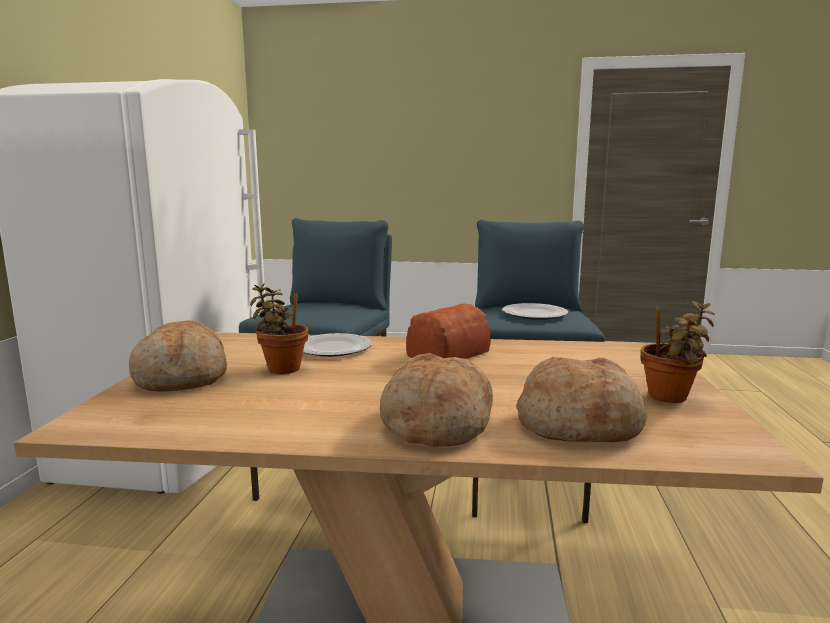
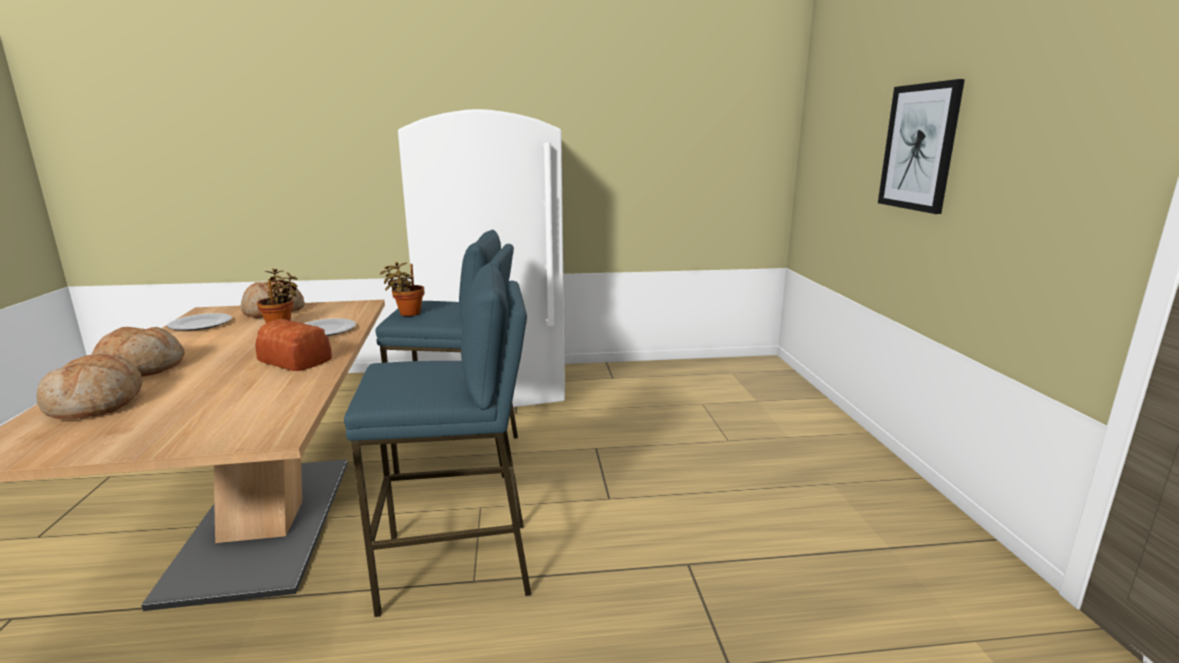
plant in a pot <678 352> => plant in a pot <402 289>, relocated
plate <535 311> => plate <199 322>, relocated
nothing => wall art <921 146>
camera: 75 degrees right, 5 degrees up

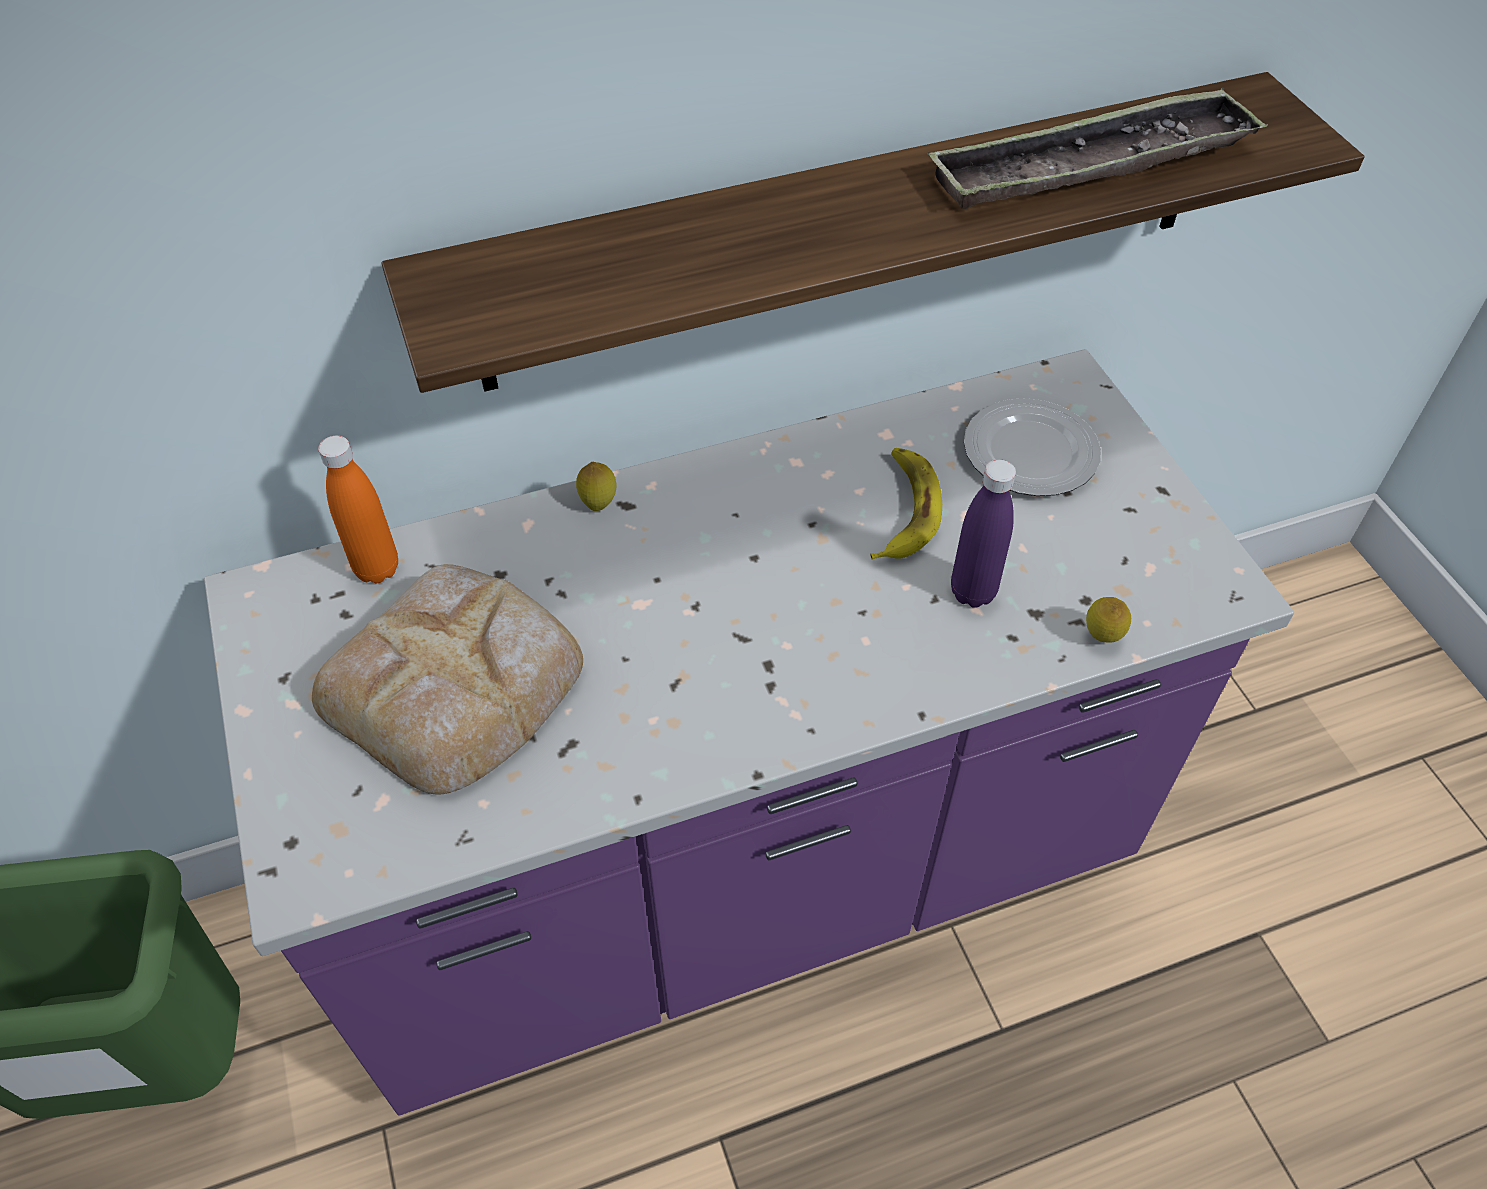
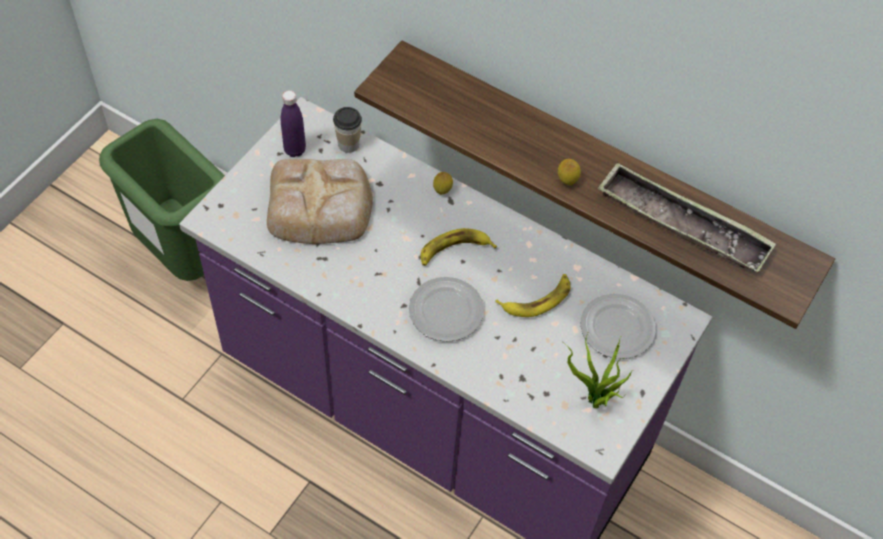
orangey beverage bottle <358 509> => drinking cup <347 130>
purplish beverage bottle <983 533> => purplish beverage bottle <293 123>, relocated
citrus fruit <1108 620> => citrus fruit <569 172>, relocated
nothing => whole banana <459 247>
nothing => plate <446 309>
nothing => plant in a pot <598 369>
camera: 50 degrees right, 5 degrees up

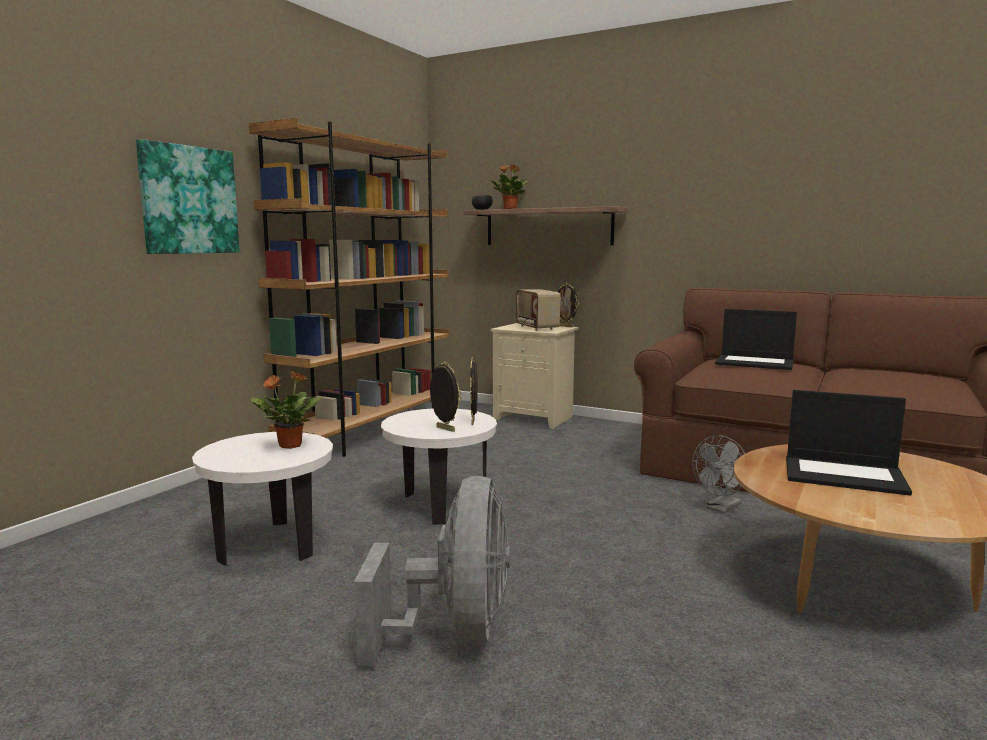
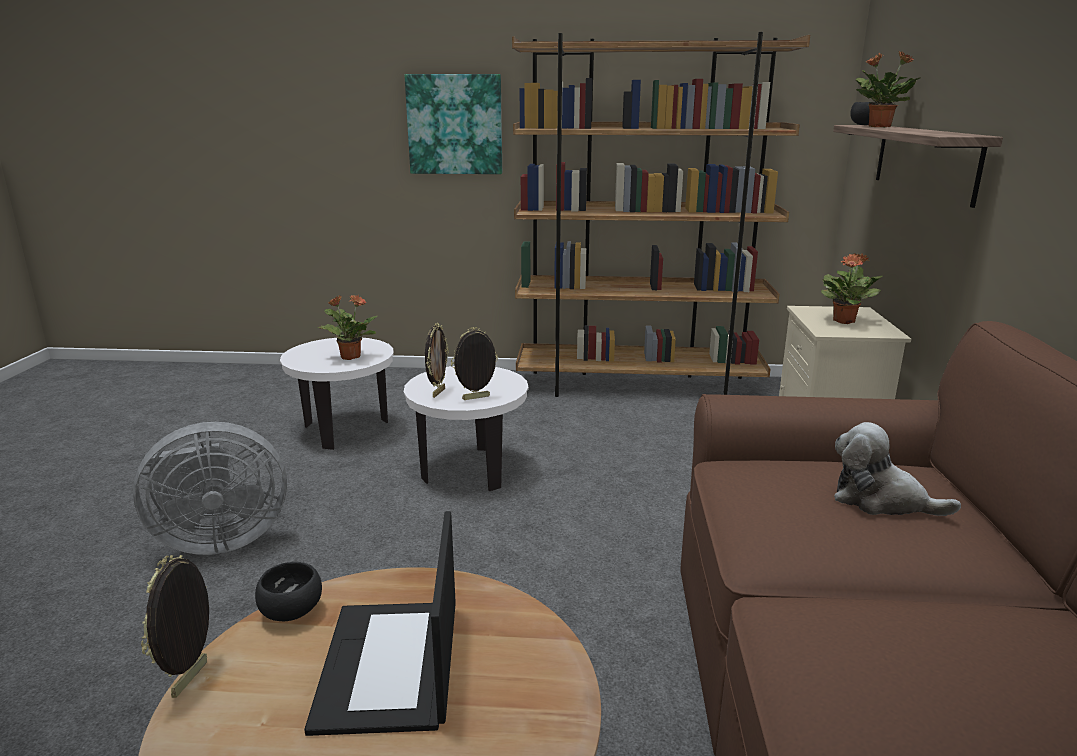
standing frame <568 305> => standing frame <175 626>, relocated
radio set <538 310> => plant in a pot <852 288>
laptop <756 339> => cuddly toy <897 469>
grey fan <718 474> => nothing
nothing => blackish deep dish <288 591>
camera: 65 degrees right, 10 degrees up

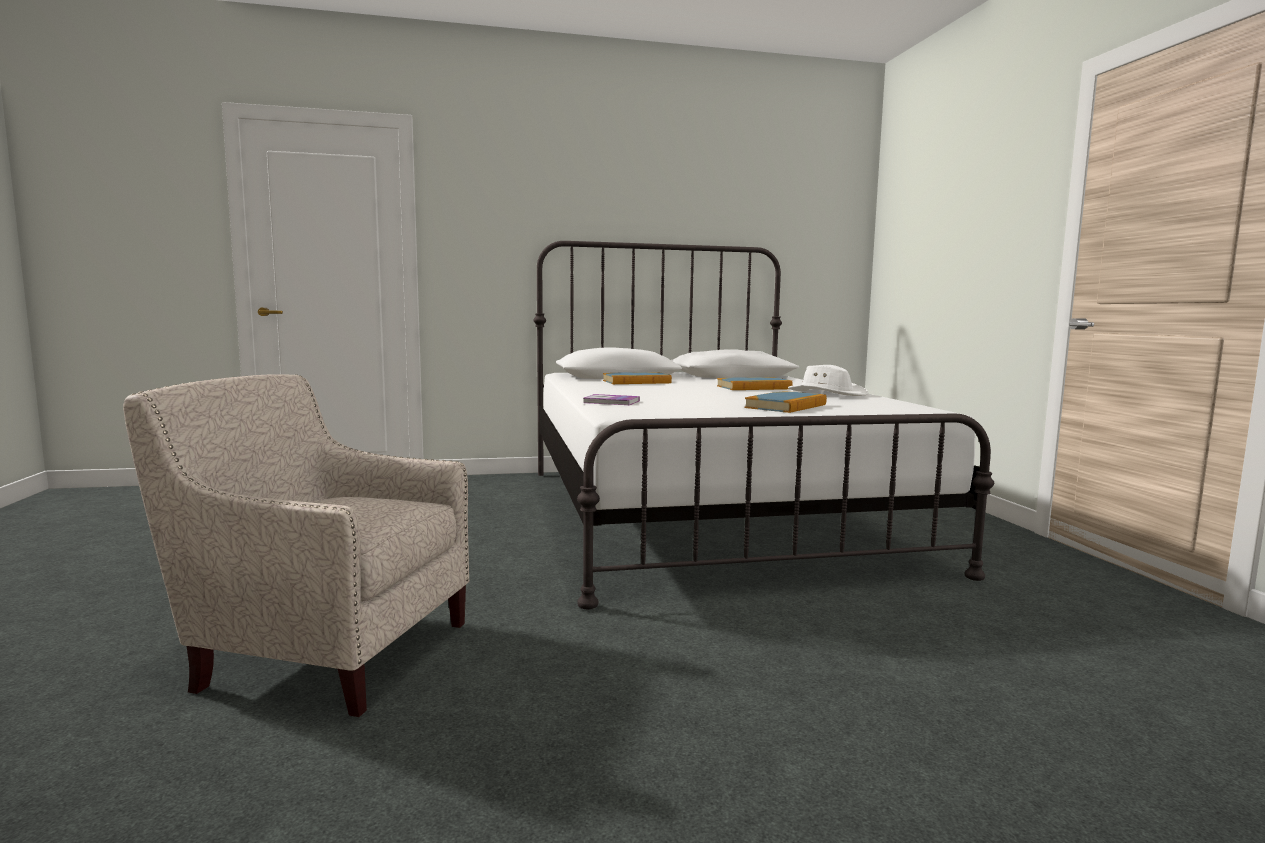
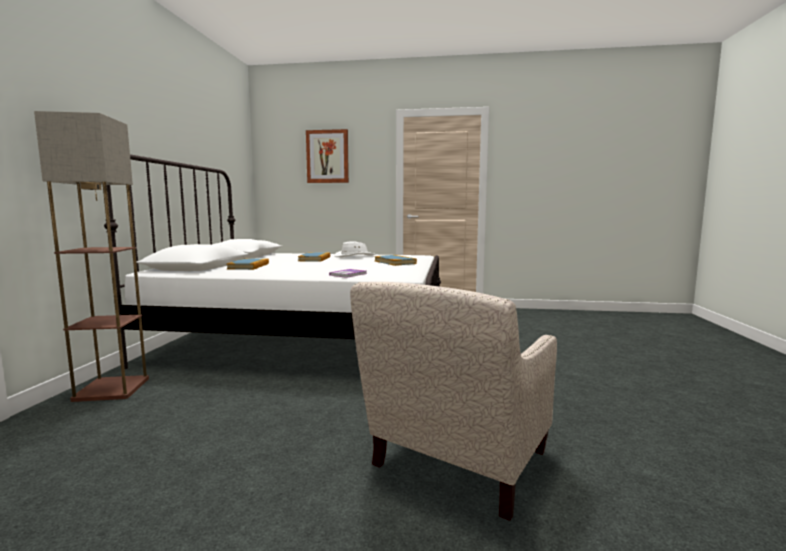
nothing => floor lamp <91 256>
nothing => wall art <327 156>
camera: 70 degrees left, 0 degrees up

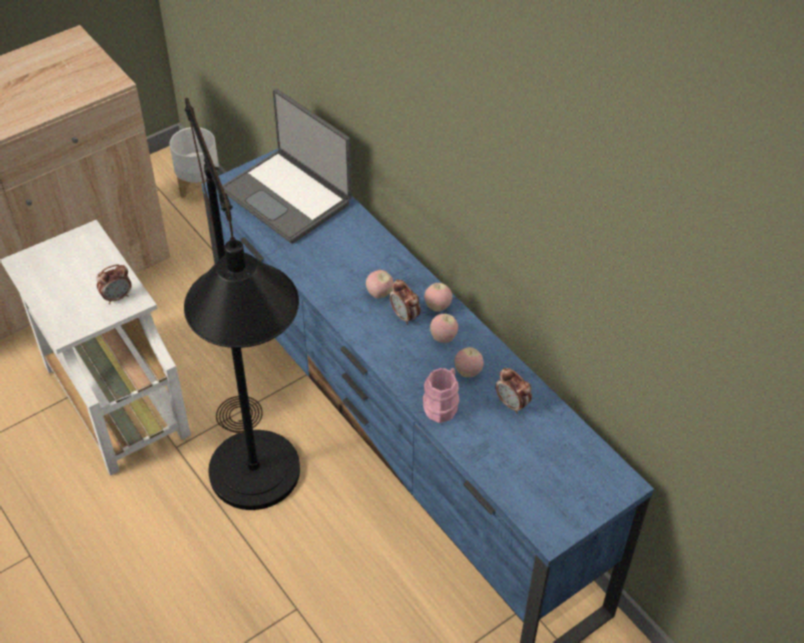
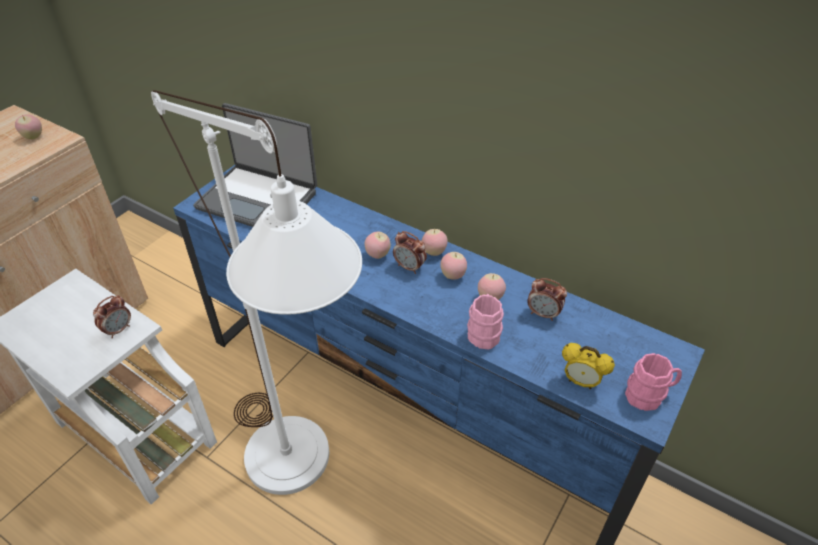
blackish floor lamp <242 303> => whitish floor lamp <256 292>
whitish flower pot <194 162> => nothing
nothing => apple fruit <28 127>
nothing => alarm clock <588 366>
nothing => pinkish mug <653 382>
camera: 20 degrees left, 5 degrees down

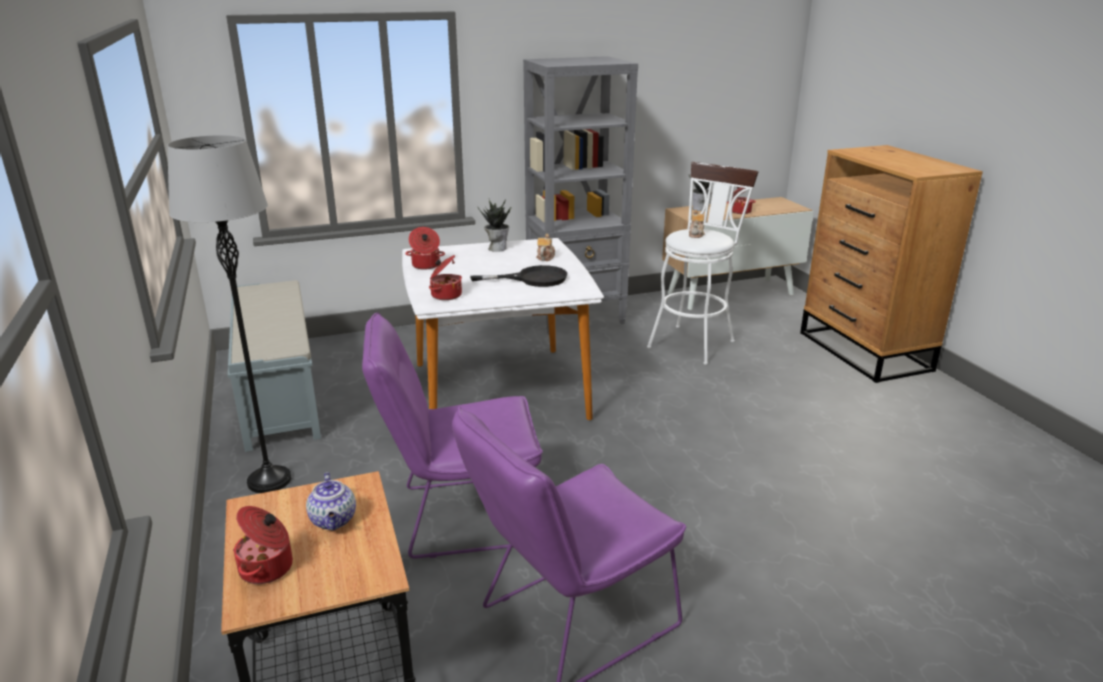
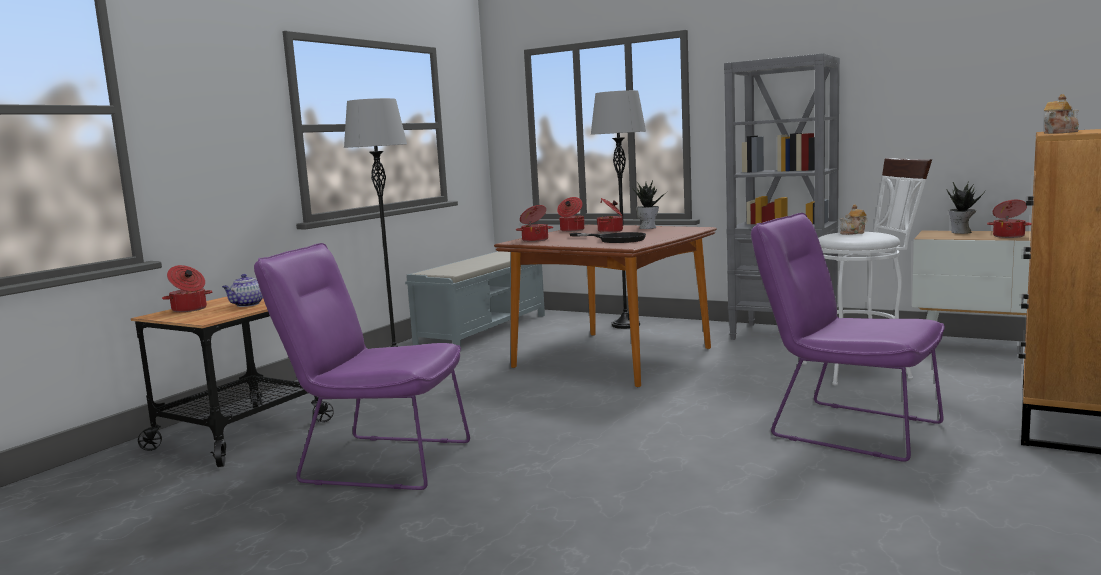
teapot <545 247> => teapot <1061 114>, relocated
whitish dining table <503 329> => brownish dining table <605 306>
purplish upright chair <452 435> => purplish upright chair <848 337>, relocated
nothing => grey floor lamp <618 209>
nothing => cooking pot <610 215>
camera: 50 degrees right, 15 degrees down

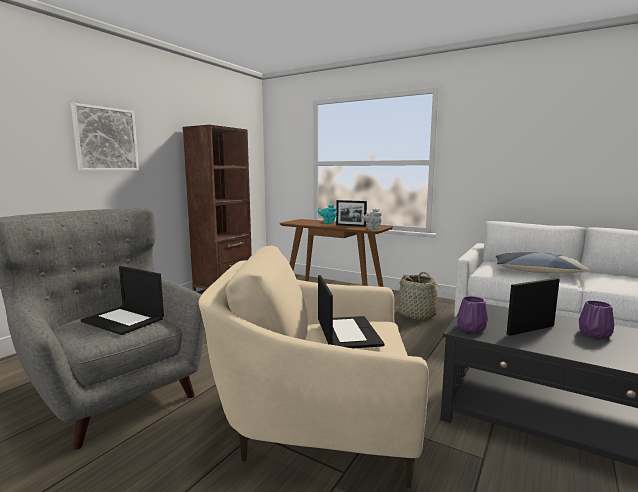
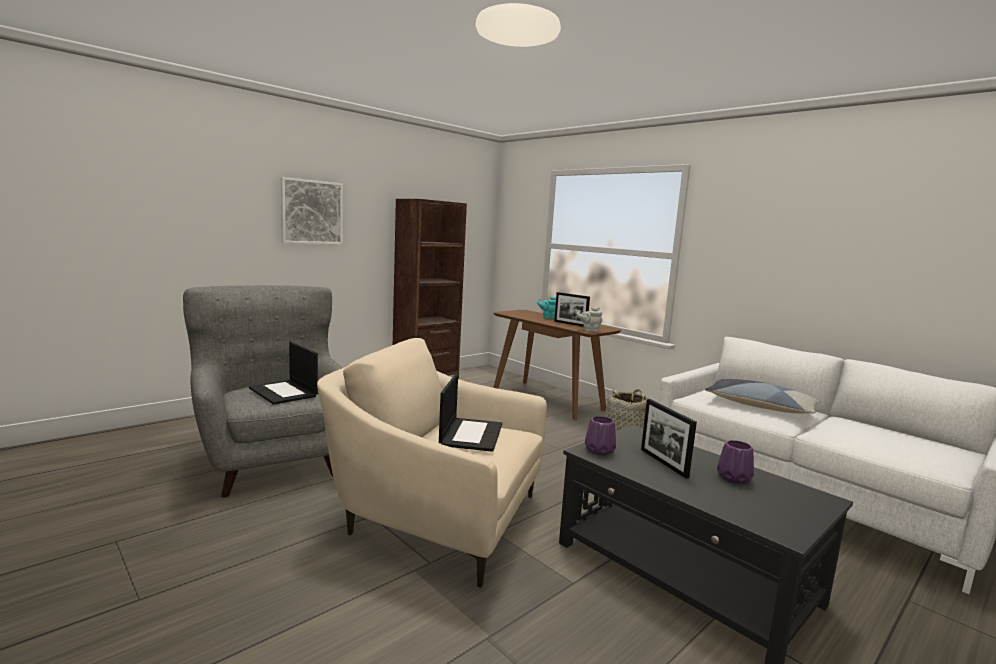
standing frame <533 307> => standing frame <669 438>, 105 degrees counterclockwise
camera: 15 degrees right, 0 degrees up

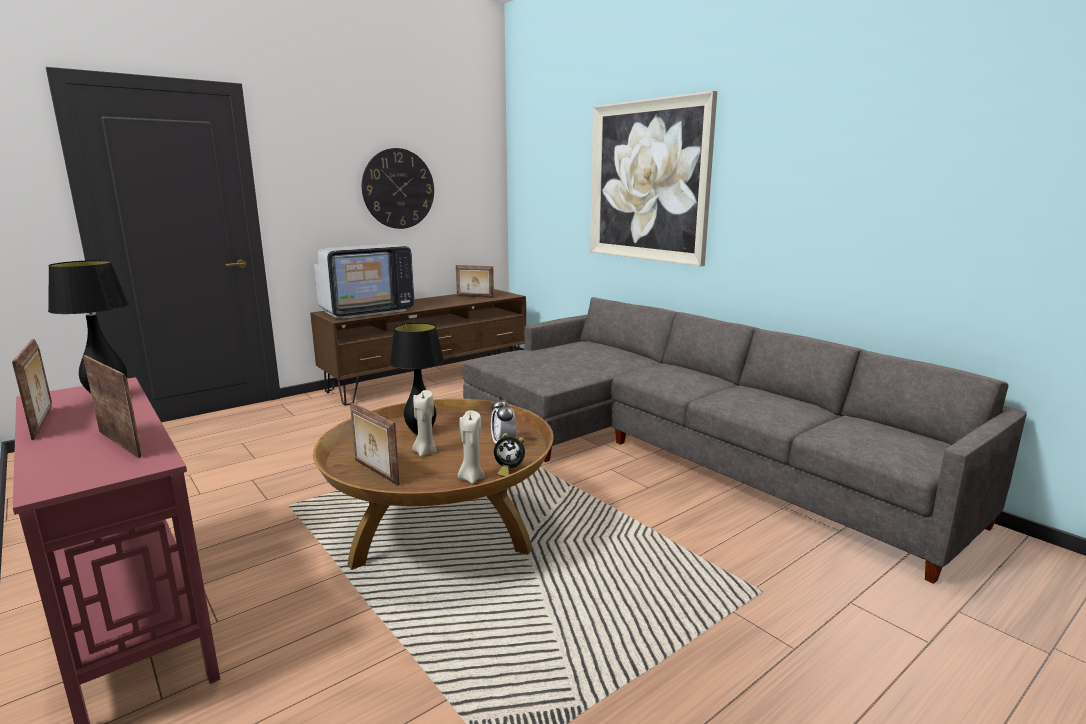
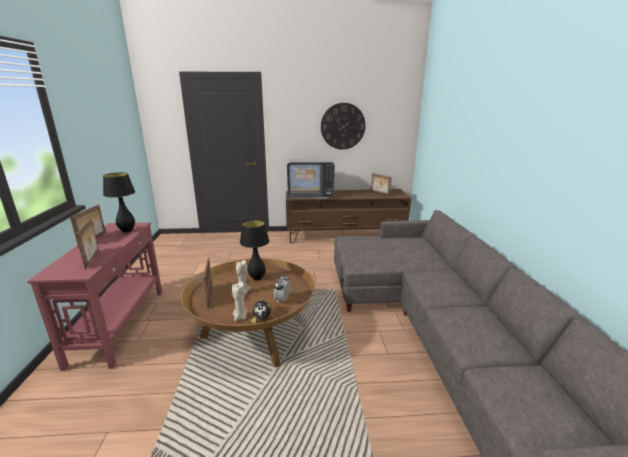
wall art <653 178> => nothing
camera: 35 degrees right, 5 degrees up

